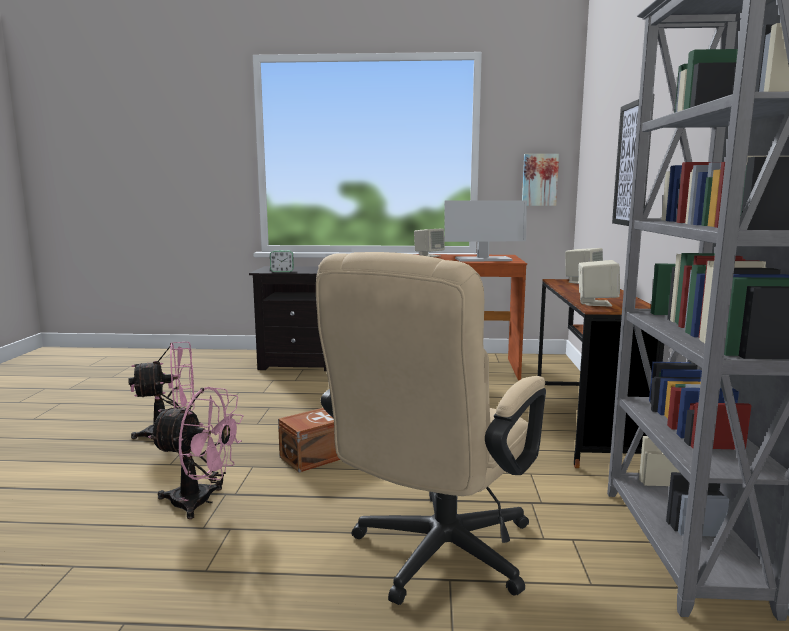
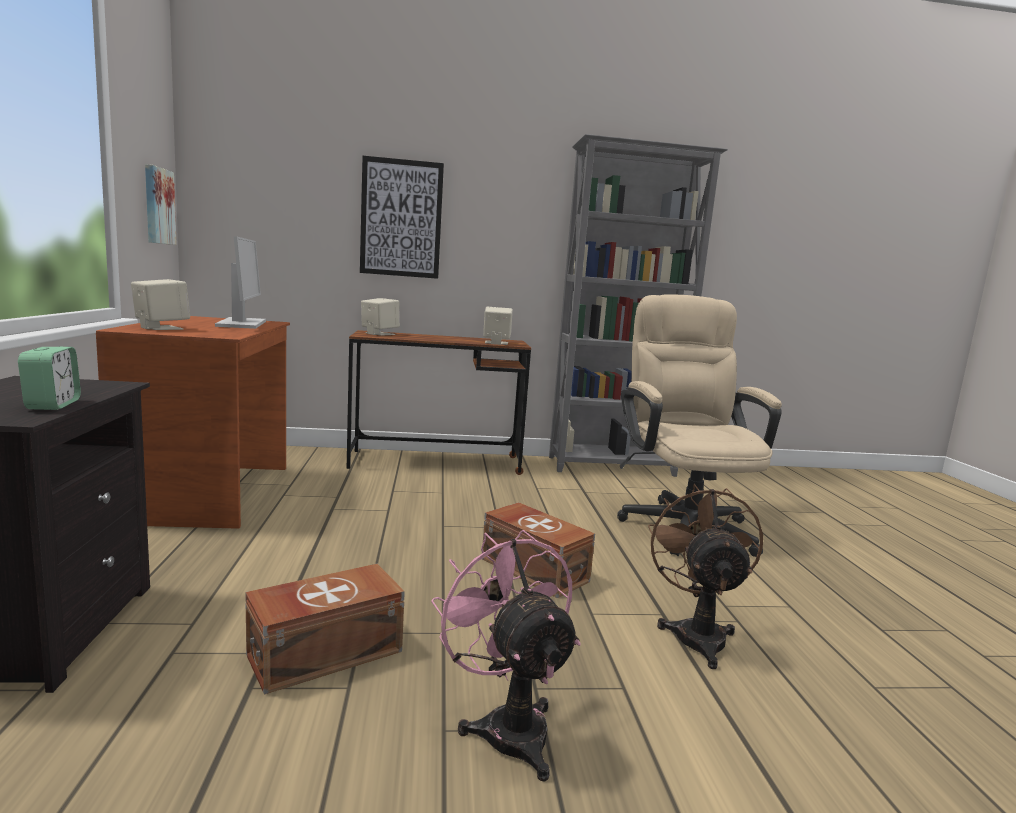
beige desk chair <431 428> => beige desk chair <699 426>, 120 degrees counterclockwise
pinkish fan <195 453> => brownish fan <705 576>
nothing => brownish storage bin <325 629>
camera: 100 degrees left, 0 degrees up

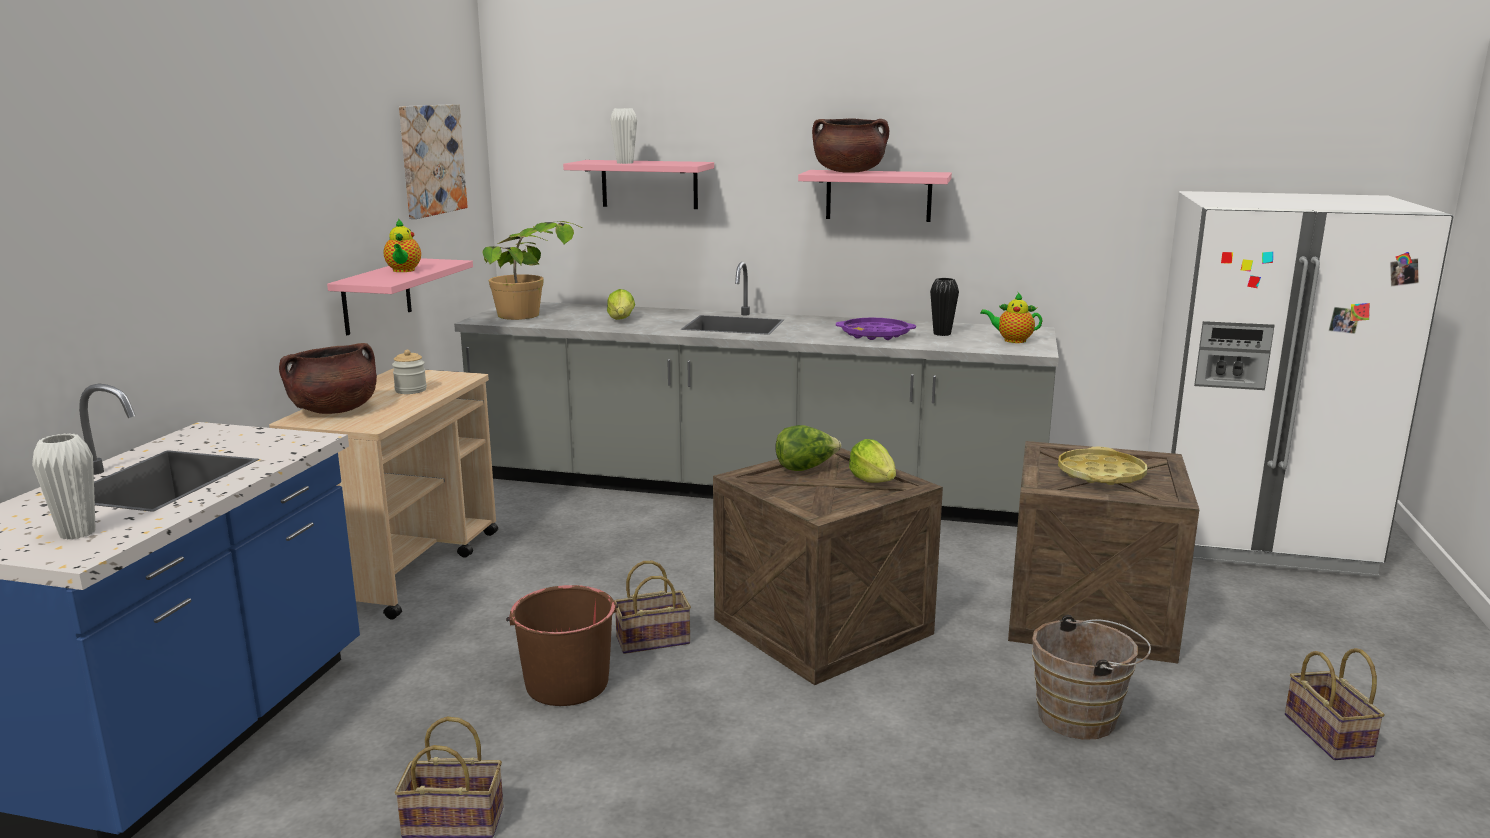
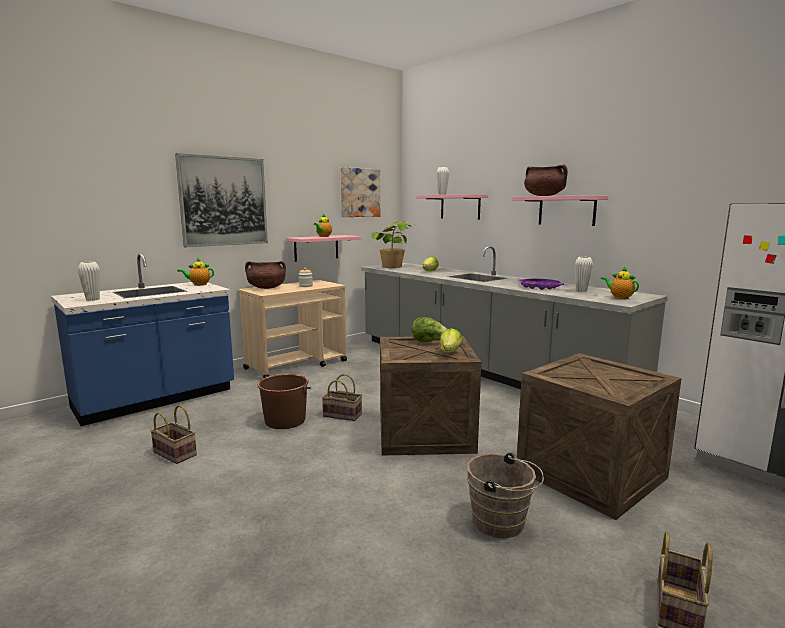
blackish flower vase <944 307> => whitish flower vase <584 274>
yellowish tray <1102 466> => nothing
nothing => wall art <221 200>
nothing => teapot <195 271>
camera: 35 degrees right, 5 degrees down

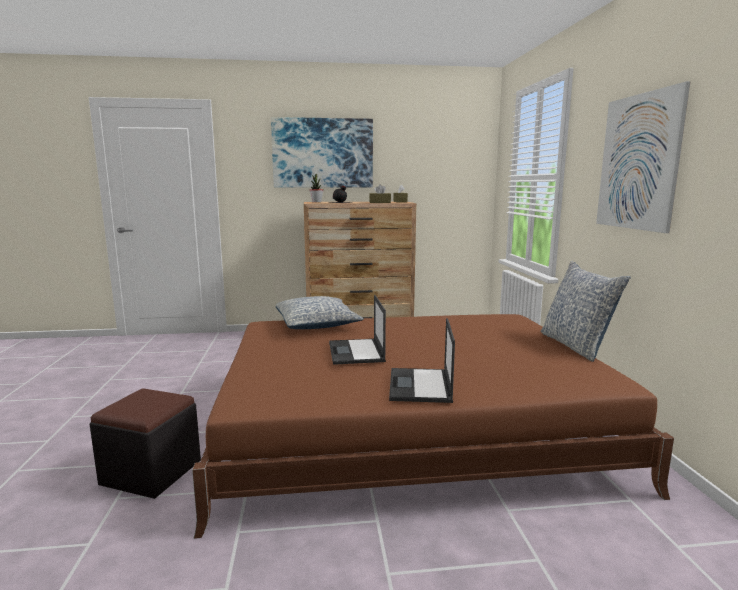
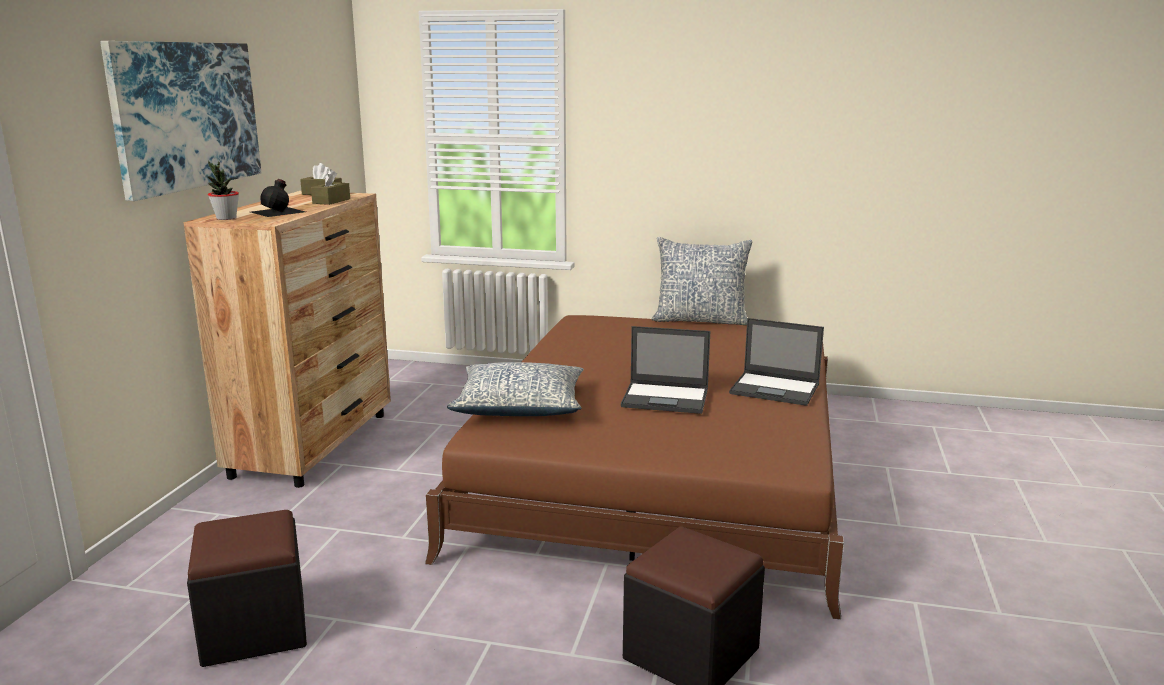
wall art <643 157> => nothing
nothing => blackish ottoman <247 588>
camera: 70 degrees left, 5 degrees up

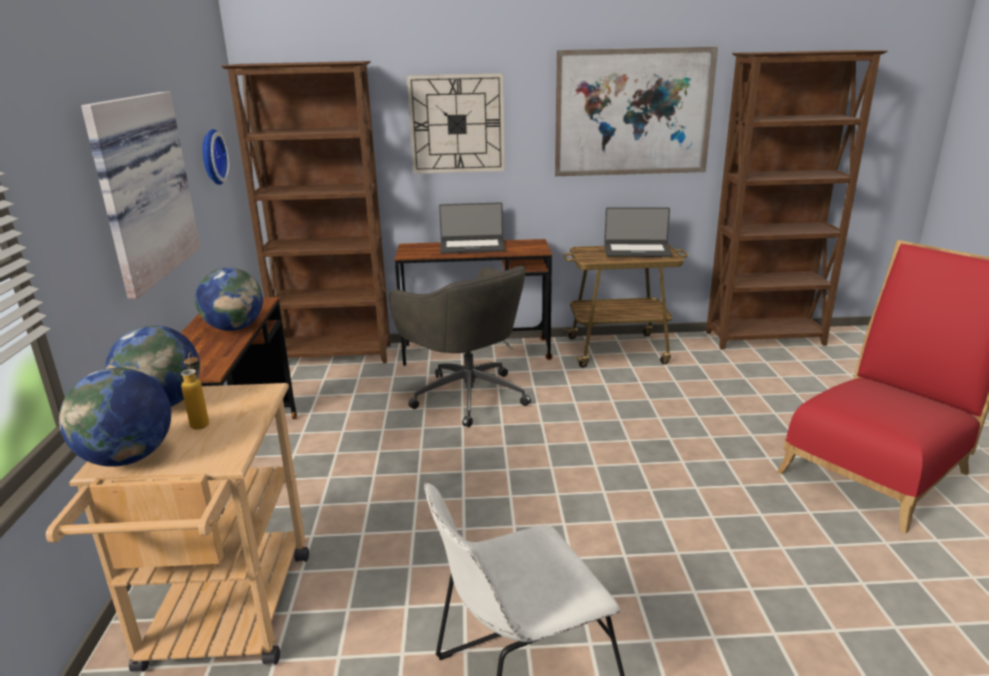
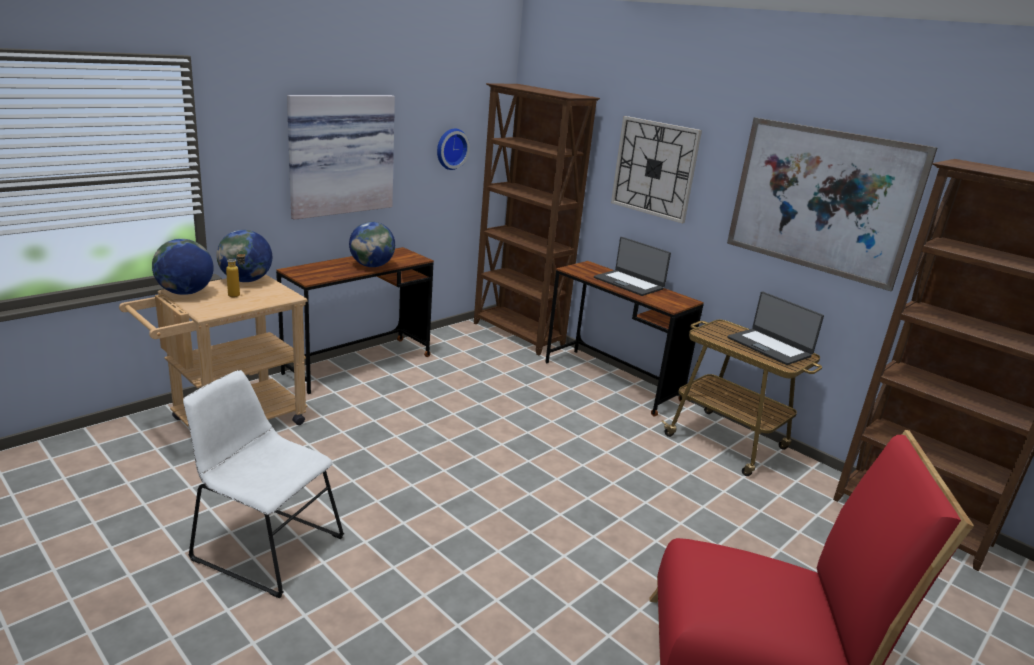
grey desk chair <459 346> => nothing
camera: 45 degrees right, 0 degrees up

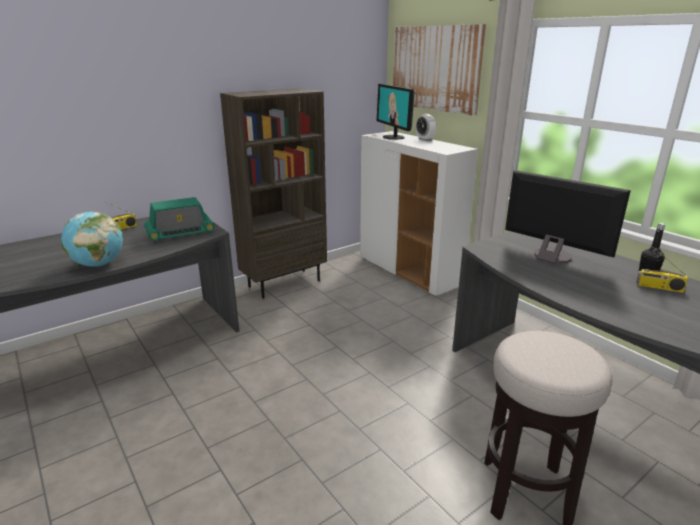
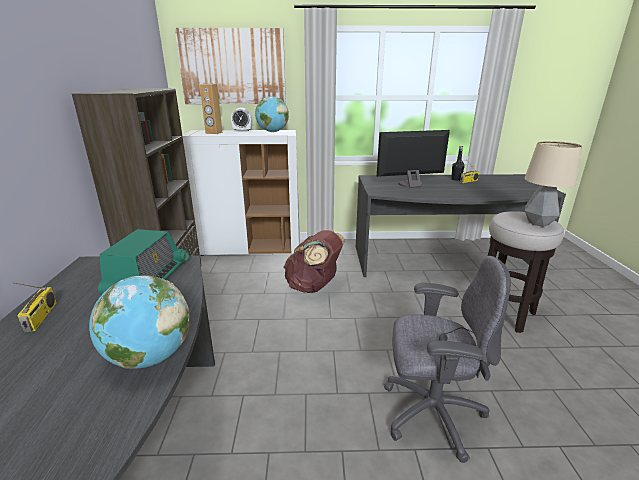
computer display <396 112> => brownish loudspeaker <211 109>
nothing => globe <272 114>
nothing => lamp for a table <553 184>
nothing => brownish rucksack <315 261>
nothing => grey desk chair <447 359>
camera: 55 degrees left, 0 degrees up

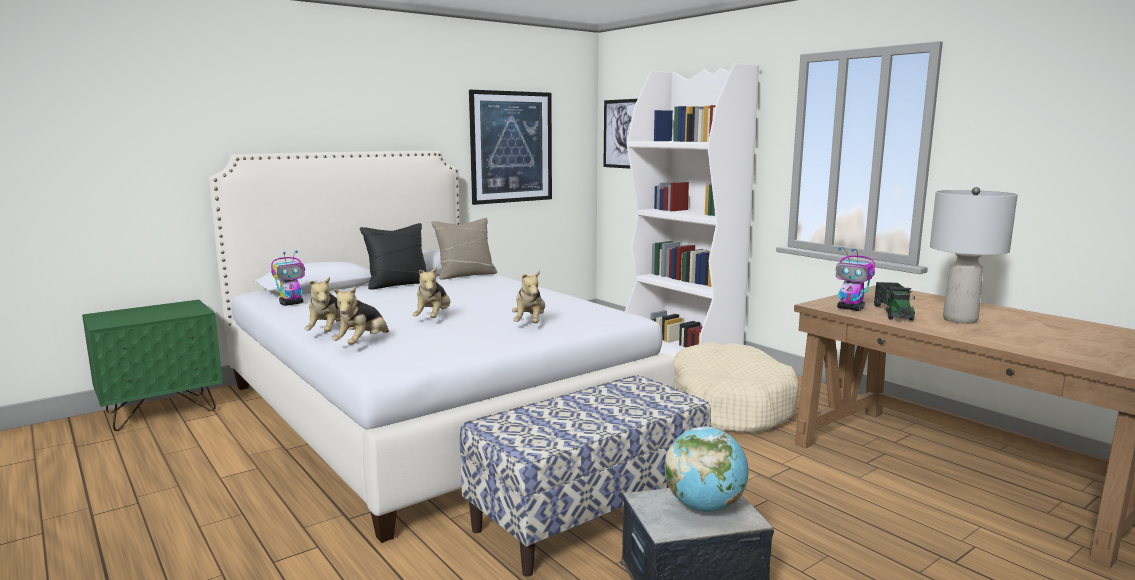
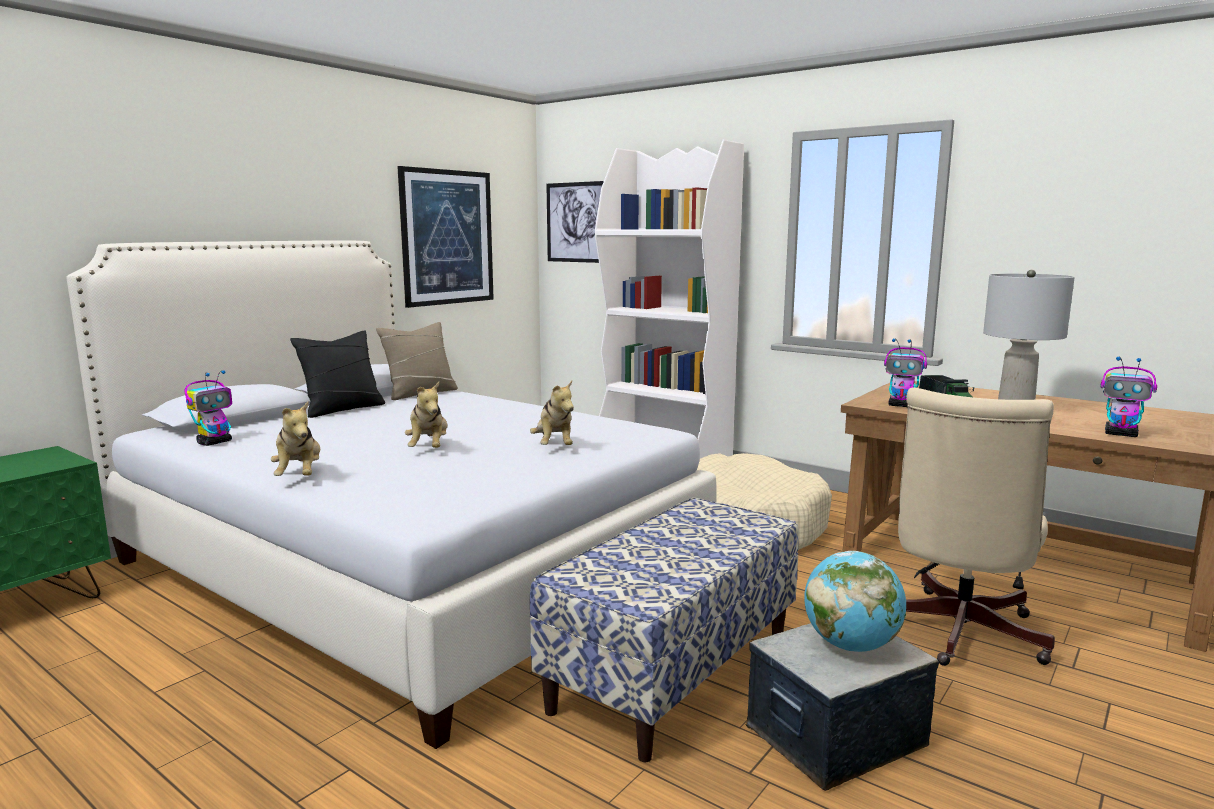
cuddly toy <360 315> => nothing
nothing => model robot <1129 397>
nothing => beige desk chair <976 527>
camera: 15 degrees left, 0 degrees up

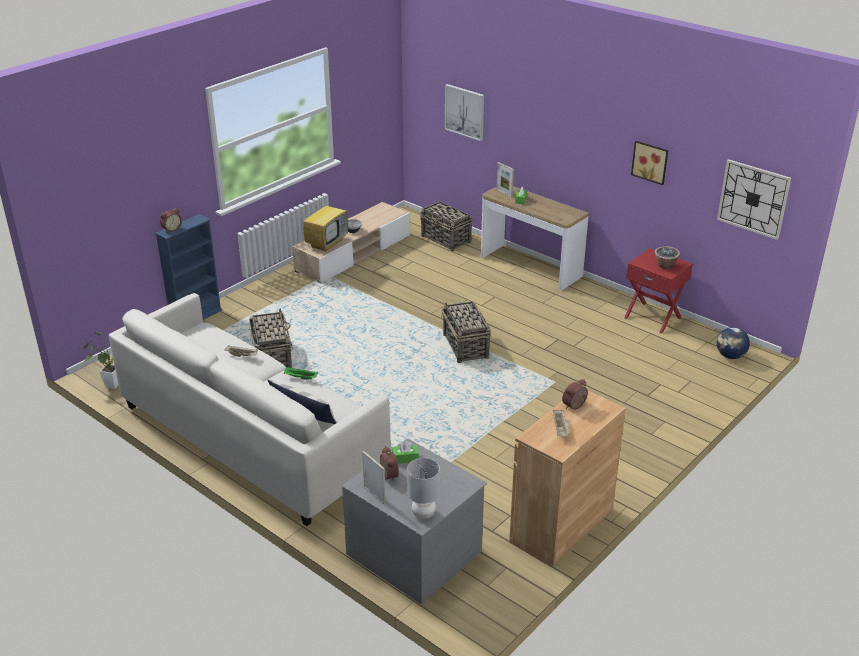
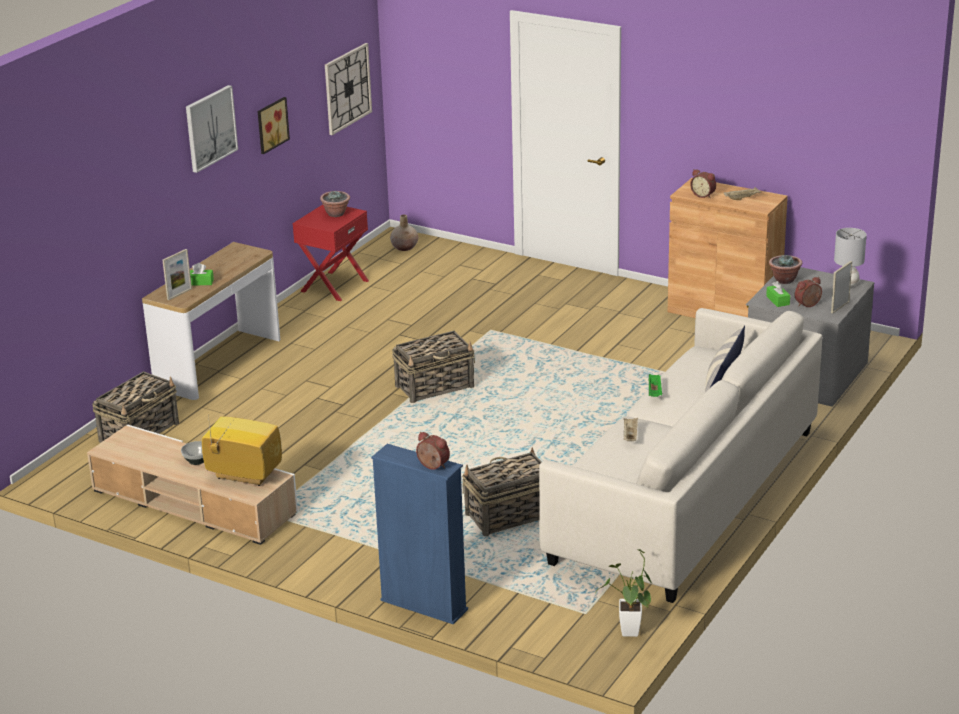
wall art <464 112> => wall art <212 129>, relocated
globe <733 343> => beige flower vase <404 233>
nothing => plant in a pot <785 269>
camera: 100 degrees left, 5 degrees down

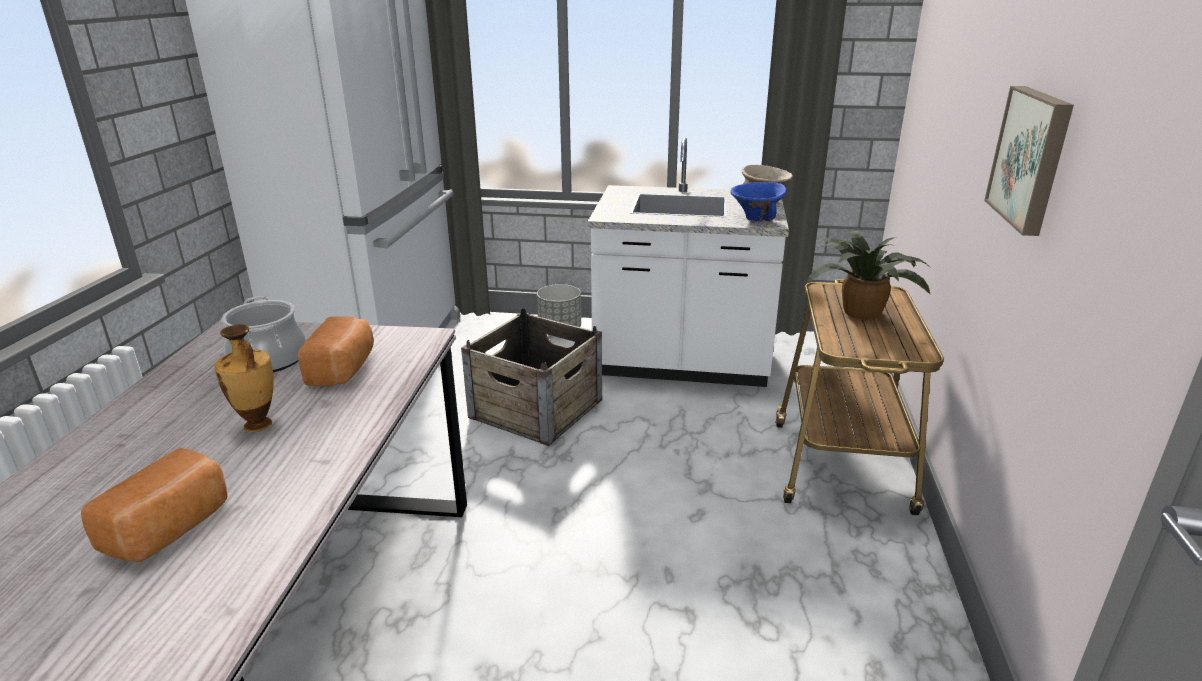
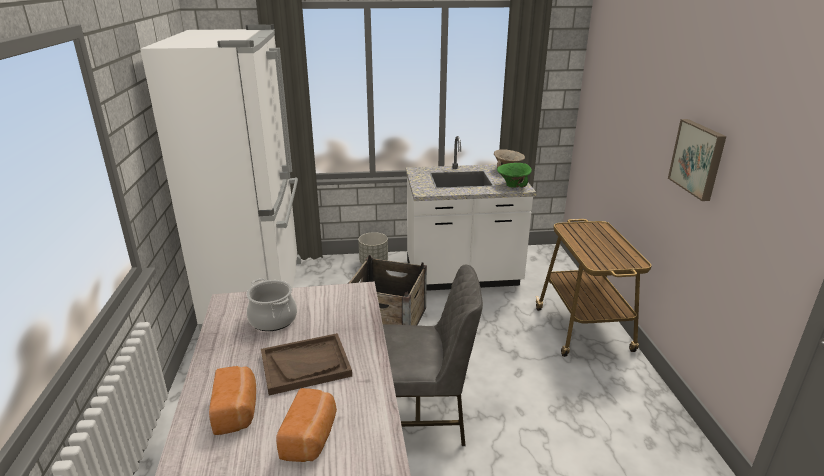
blue deep dish <758 201> => green deep dish <514 175>
plant in a pot <868 275> => nothing
baked bread <336 351> => baked bread <232 400>, relocated
flower vase <244 378> => brownish tray <306 364>
nothing => grey upright chair <433 355>
camera: 15 degrees left, 0 degrees up

